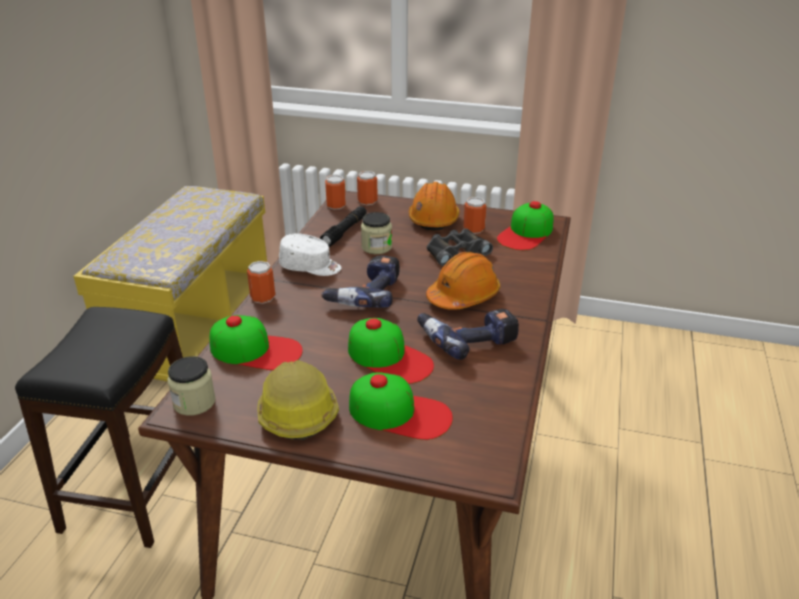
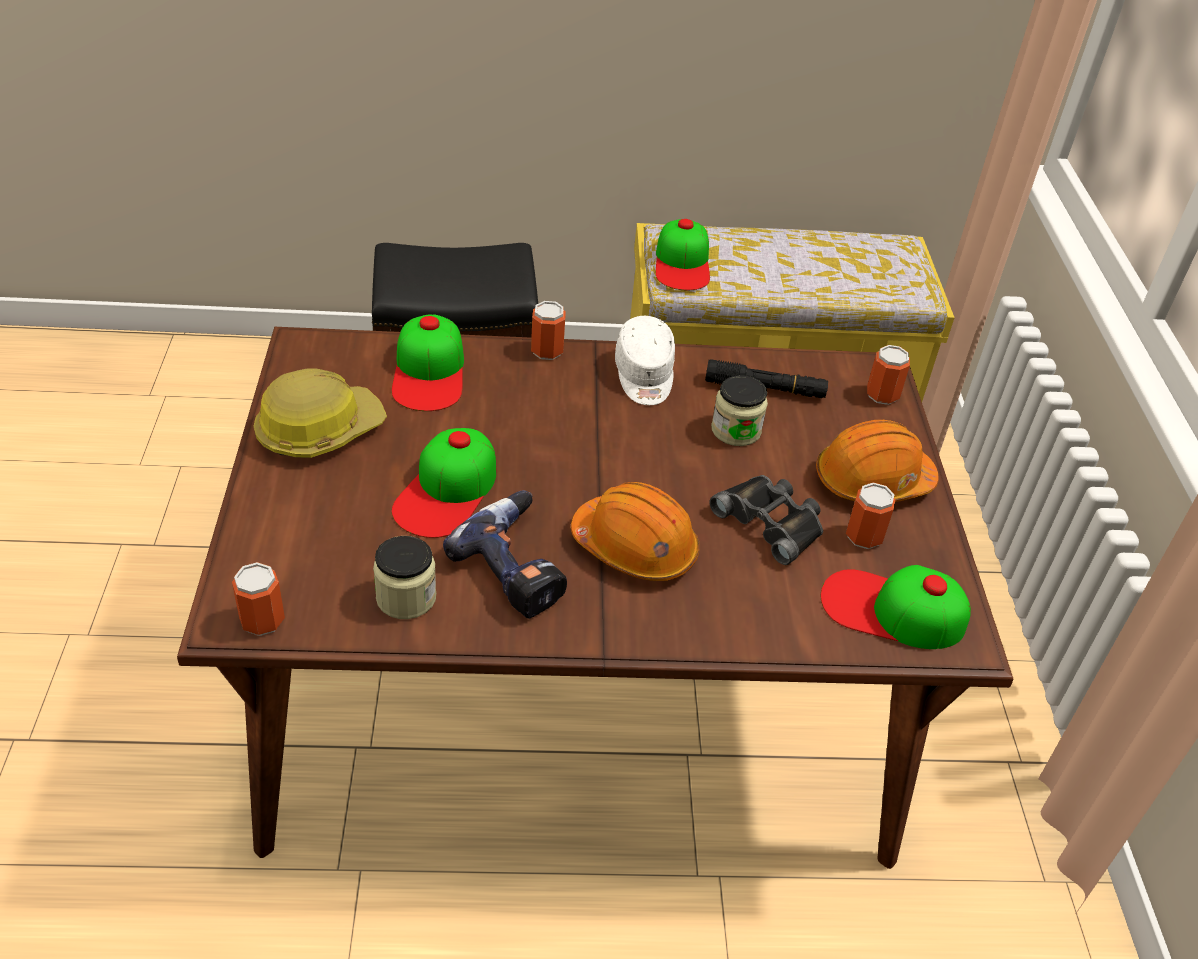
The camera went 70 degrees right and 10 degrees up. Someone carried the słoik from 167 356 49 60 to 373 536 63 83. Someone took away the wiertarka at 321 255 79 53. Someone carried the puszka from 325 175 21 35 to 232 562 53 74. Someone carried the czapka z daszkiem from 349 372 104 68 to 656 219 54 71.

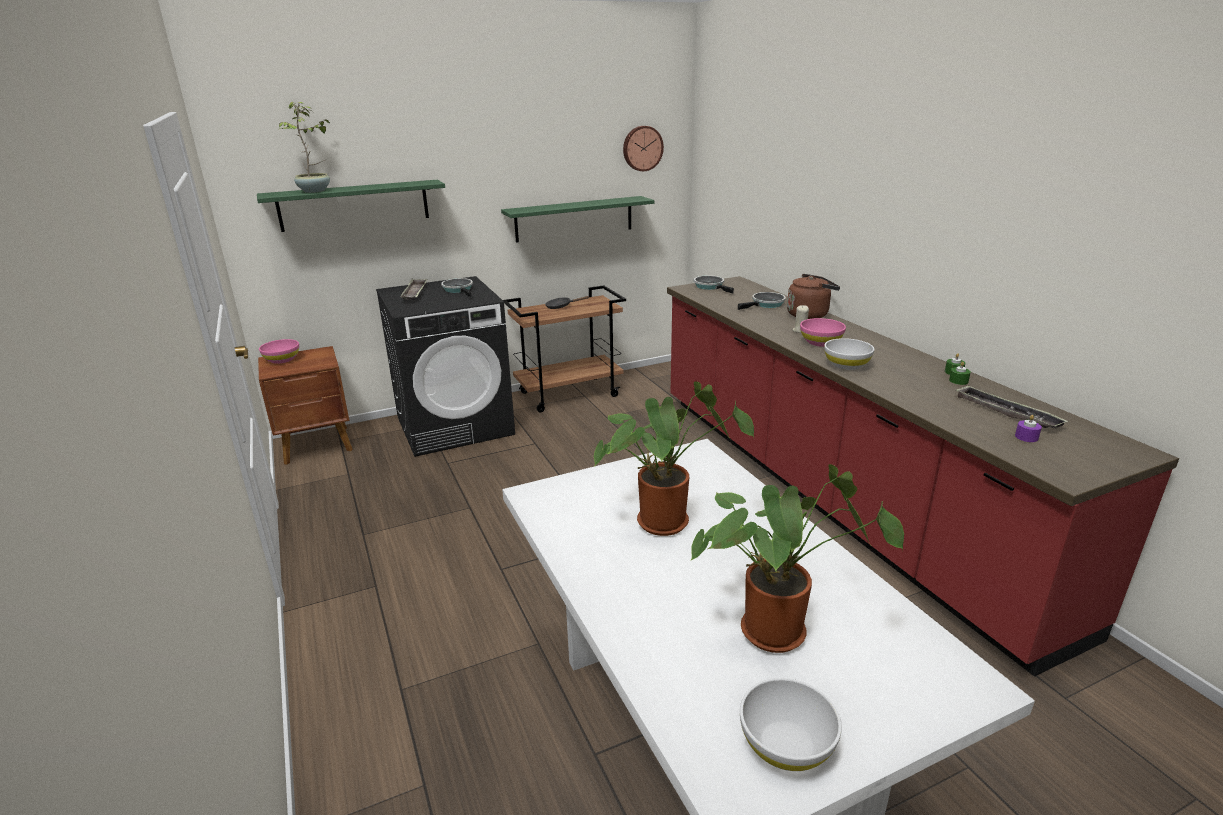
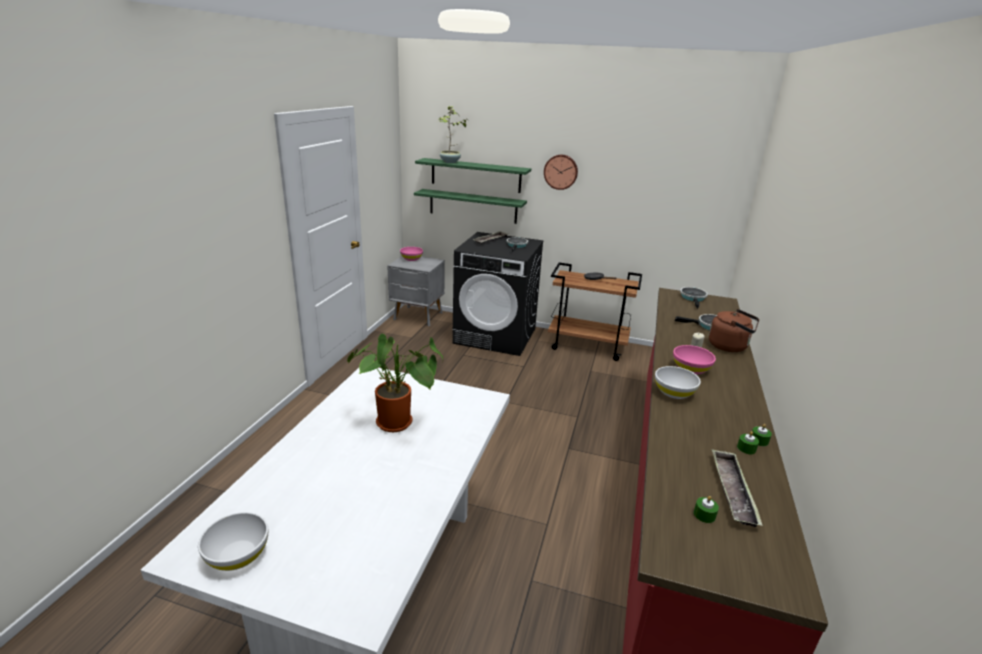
The camera went 40 degrees right and 0 degrees up. Someone repainted the szafka nocna/brązowy at 258 346 95 119, which became the szafka nocna/szary at 388 256 57 70. Someone carried the półka/zielony from 501 196 153 47 to 414 189 113 35. Someone carried the zegar ścienny from 623 126 41 45 to 544 155 34 35. Someone took away the roślina doniczkowa at 691 464 213 189. Someone repainted the świeca/fioletowy at 1015 415 27 27, which became the świeca/zielony at 694 496 25 27.

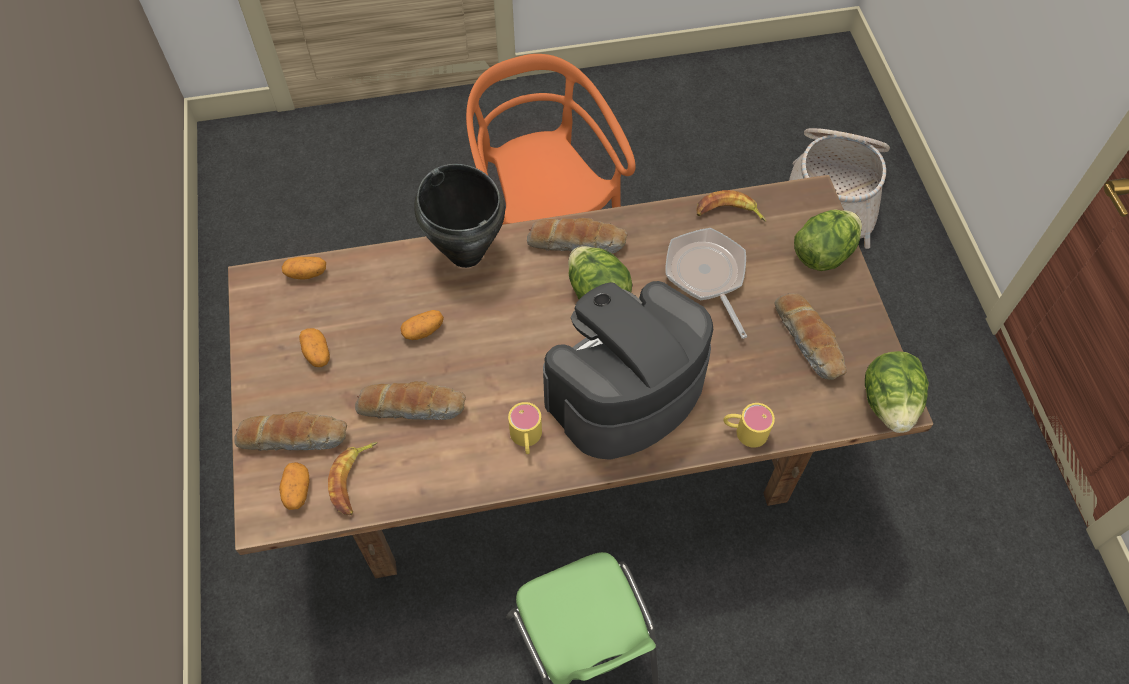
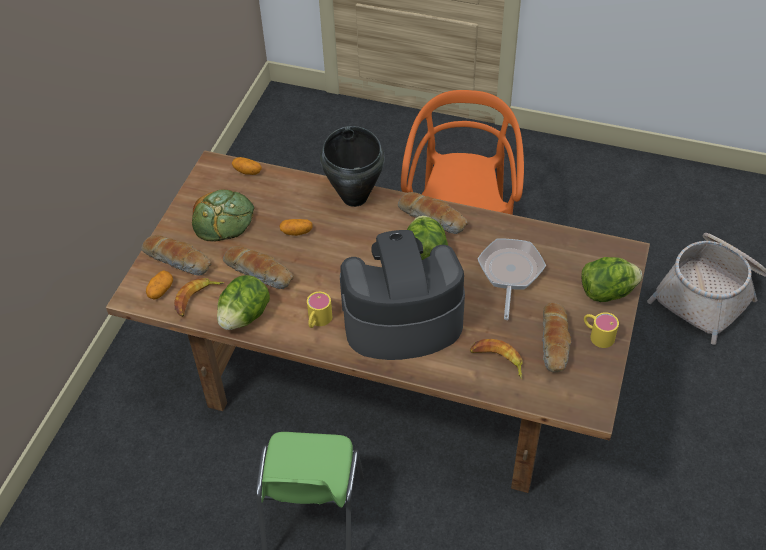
The camera went 30 degrees right and 10 degrees down. Someone swapped the ziemniak at 299 328 31 39 for the chleb at 192 190 62 52. Someone carried the banan from 697 190 69 32 to 470 339 53 40. Someone carried the kubek/żółty from 724 403 51 45 to 584 312 35 36. Someone carried the sałata from 865 351 64 82 to 217 275 53 55.

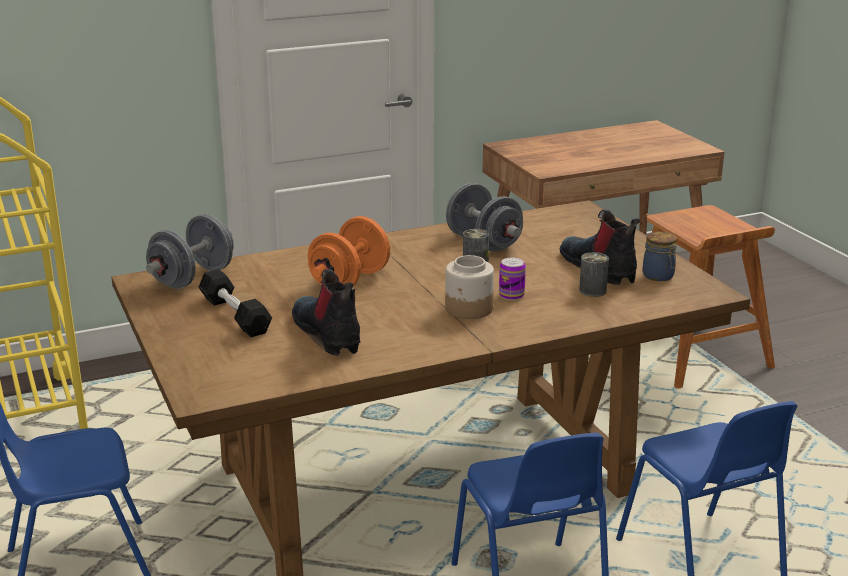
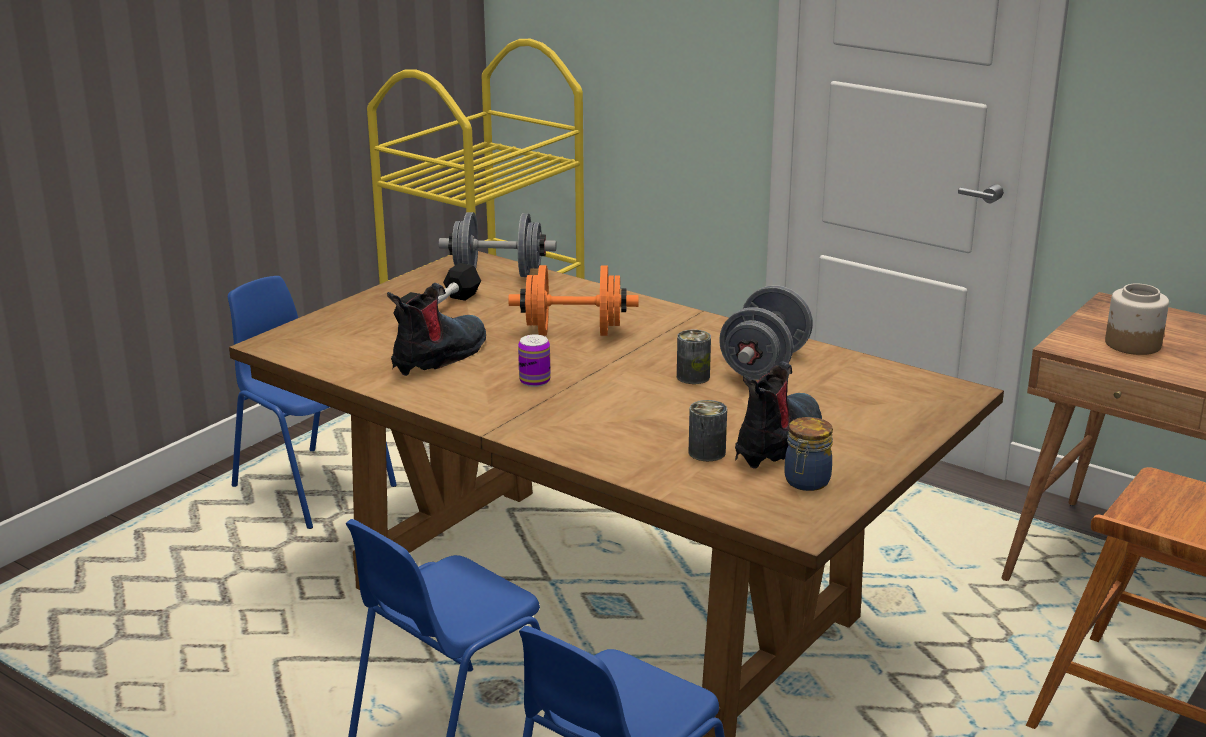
The camera went 60 degrees right and 0 degrees up. Someone carried the słoik from 445 255 49 64 to 1105 283 64 72. Someone carried the puszka from 499 258 27 42 to 518 335 33 52.

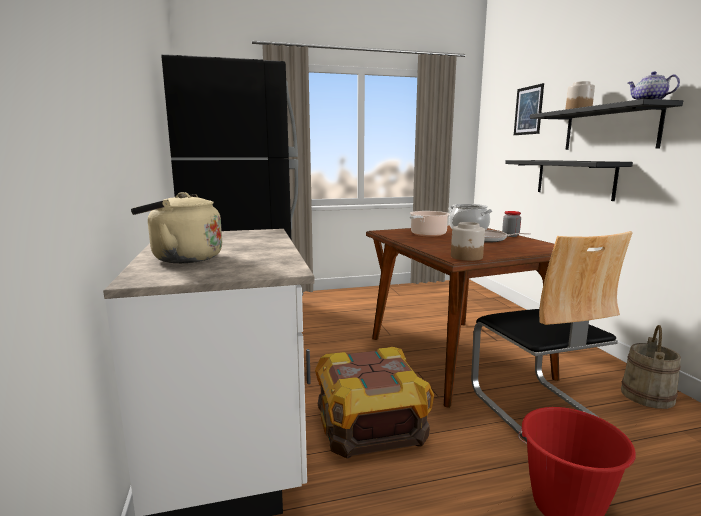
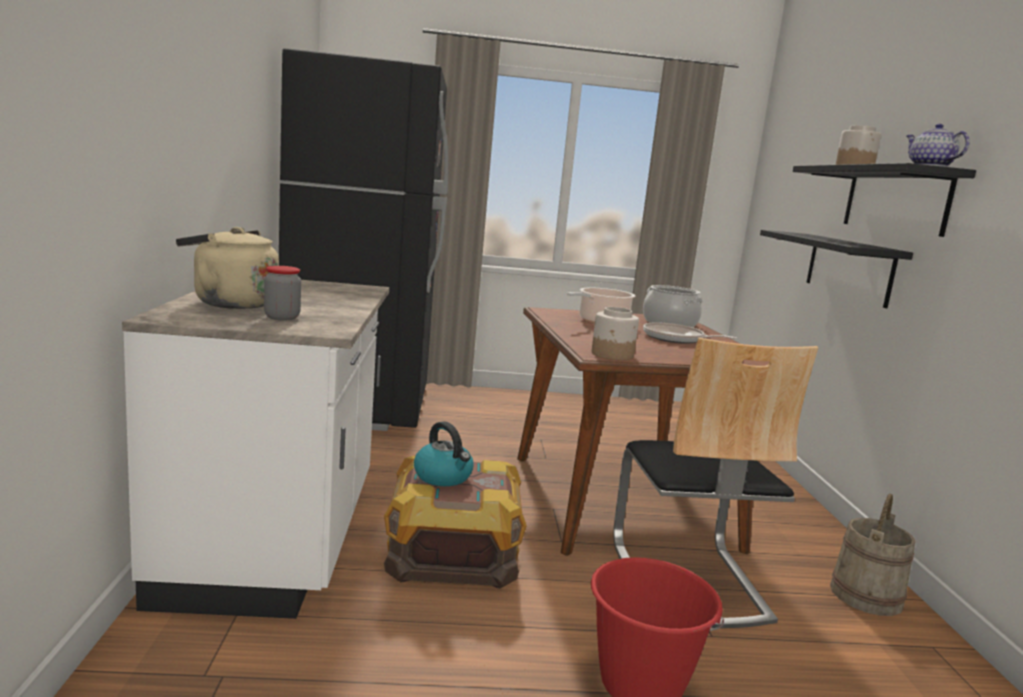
The camera went 10 degrees right and 0 degrees up. Someone carried the słoik from 502 211 19 26 to 264 266 37 54. Someone took away the obraz at 514 83 30 52. Someone put down the czajnik at 414 421 60 65.

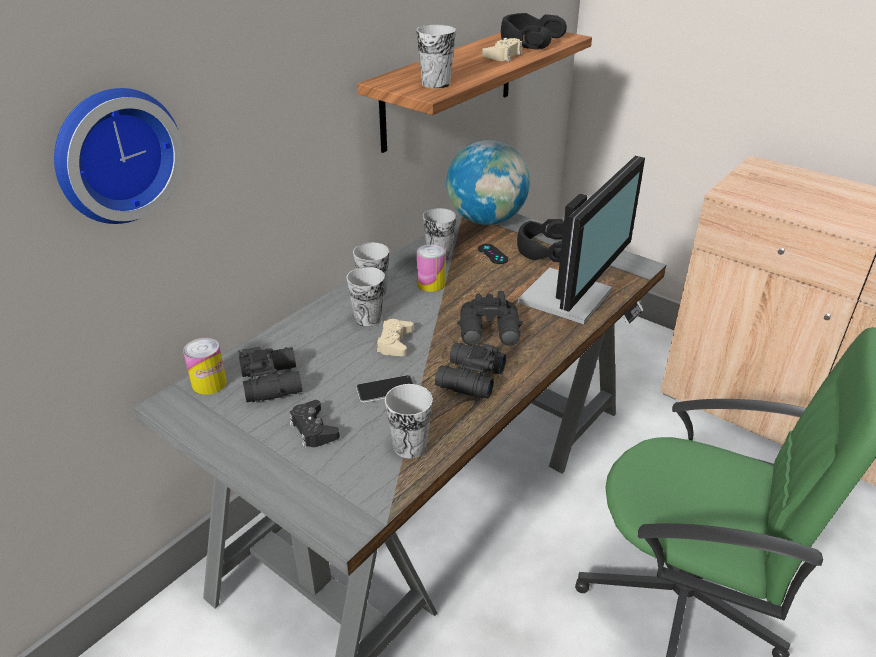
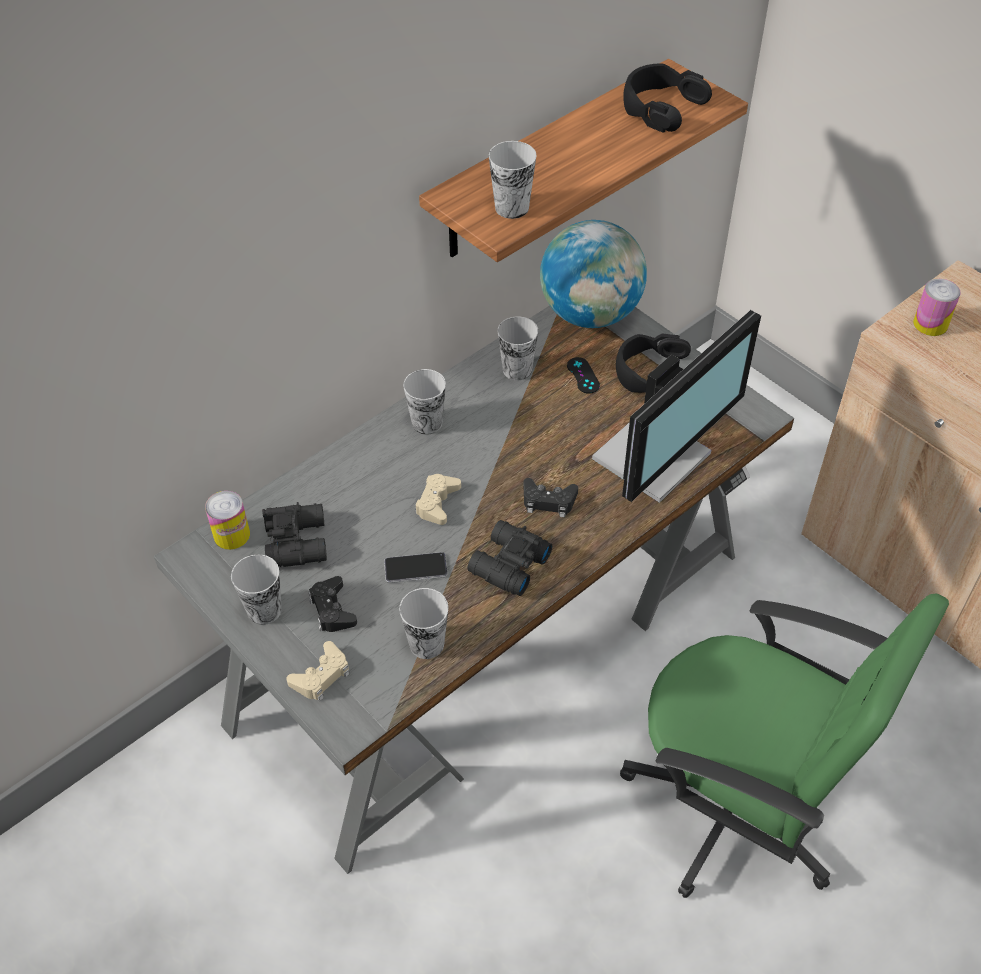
The camera went 10 degrees right and 15 degrees up. Someone took away the zegar ścienny at 54 88 129 136. Someone carried the filiżanka from 346 267 39 60 to 231 554 51 71. Someone carried the puszka from 417 245 28 47 to 913 279 48 57. Someone swapped the lornetka/czarny at 457 291 66 55 for the pad do gier/czarny at 523 478 55 39. Someone carried the pad do gier/beżowy from 482 38 40 24 to 286 641 64 60.

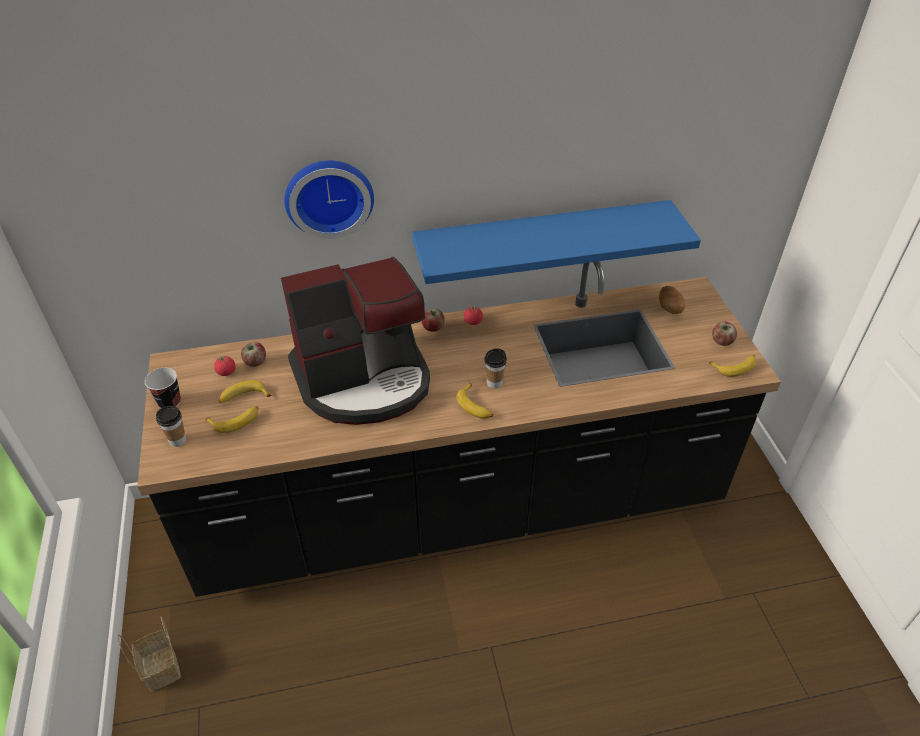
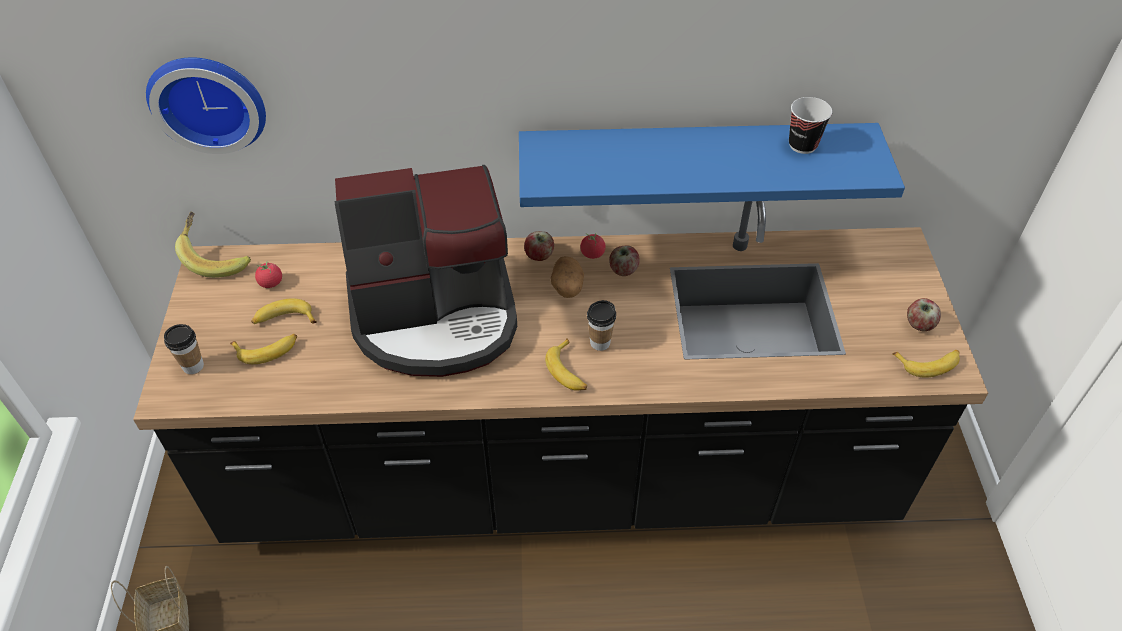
The camera went 10 degrees right and 5 degrees up. Someone carried the filiżanka from 145 368 36 40 to 789 97 43 57. Someone carried the jabłko from 241 342 25 25 to 609 246 31 30. Someone carried the zegar ścienny from 284 161 90 78 to 146 57 120 97. Someone carried the ziemniak from 659 286 26 28 to 551 256 33 42. Someone put down the banan at 175 212 76 66.

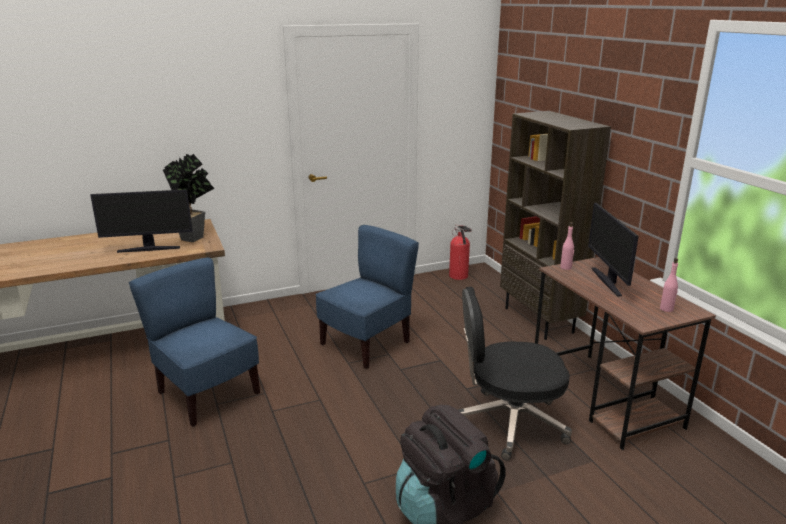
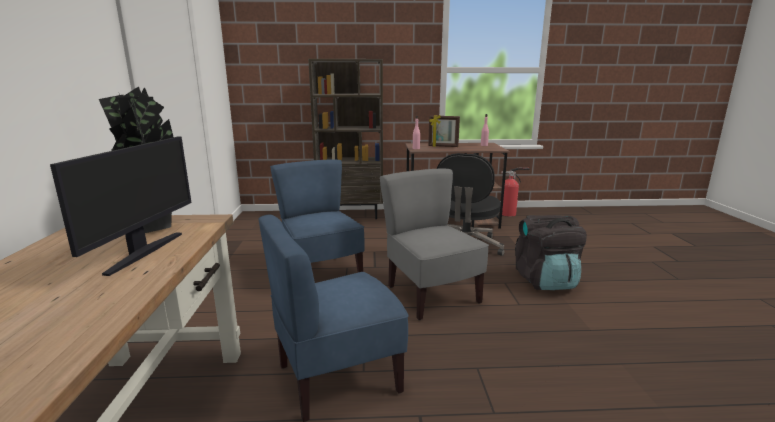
The camera went 70 degrees left and 5 degrees down. Someone carried the gaśnica from 449 224 23 56 to 501 167 28 50. Someone swapped the monitor at 588 203 51 93 for the ramka na zdjęcie at 428 115 32 32. Someone put down the krzesło/szary at 380 169 109 151.

